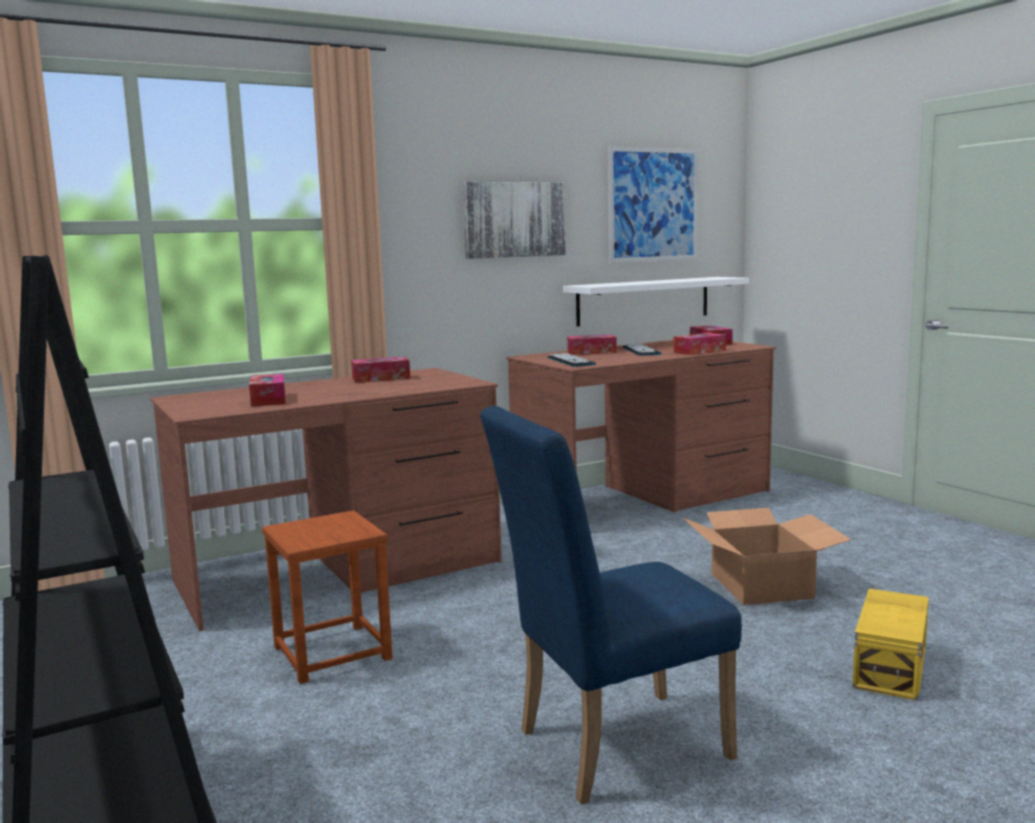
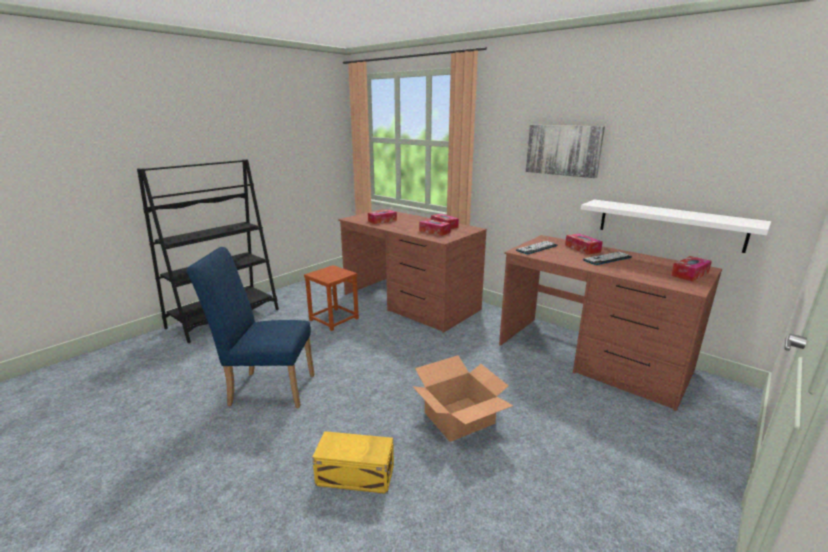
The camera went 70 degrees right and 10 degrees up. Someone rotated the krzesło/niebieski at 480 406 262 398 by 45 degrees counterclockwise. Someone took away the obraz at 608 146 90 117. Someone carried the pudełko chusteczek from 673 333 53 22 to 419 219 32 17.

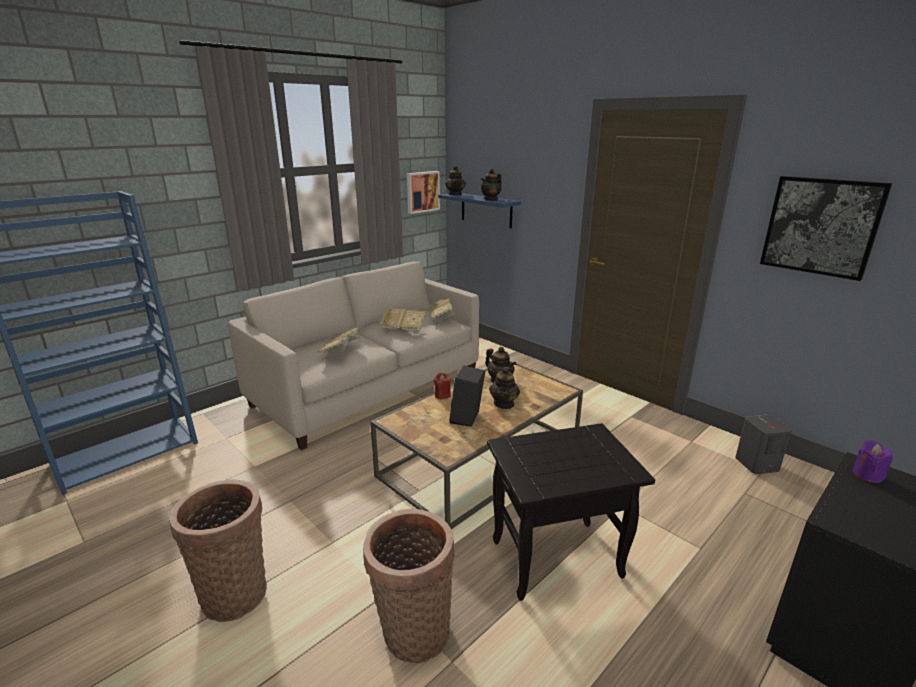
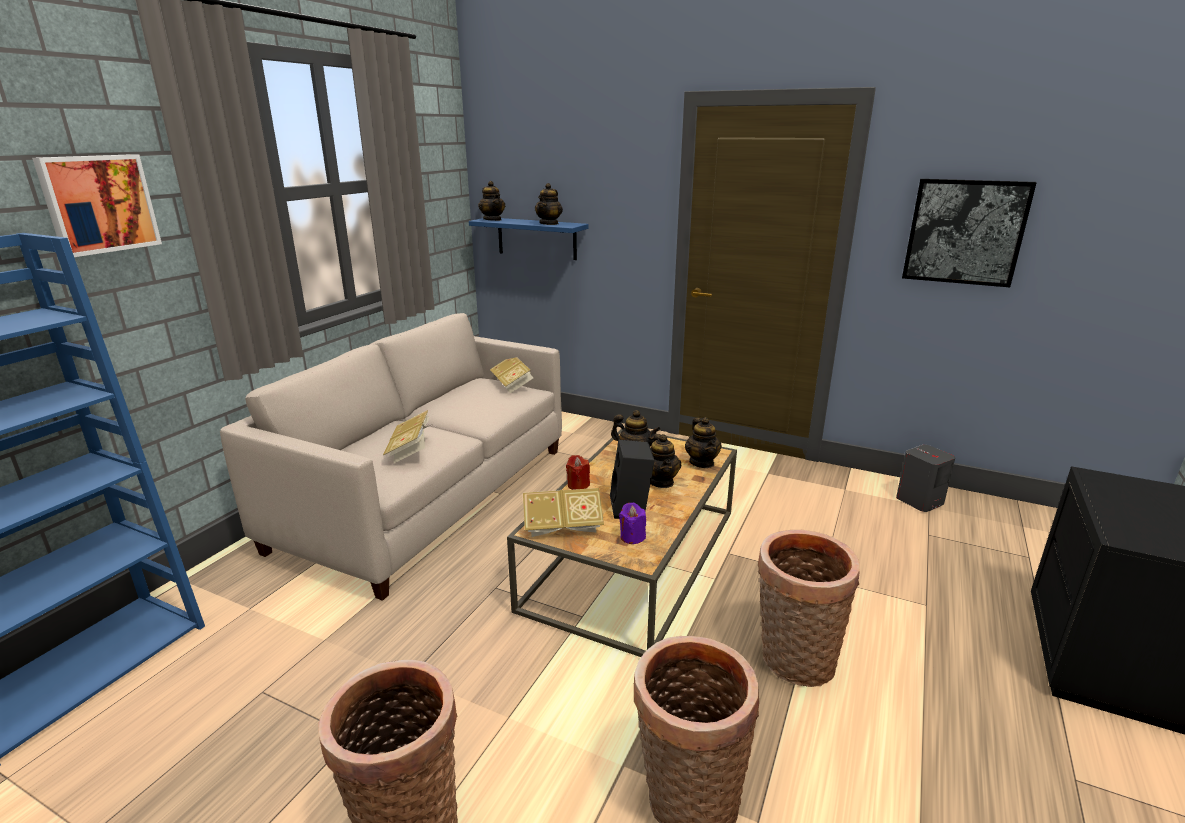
The camera went 20 degrees left and 0 degrees up. Someone carried the książka from 380 308 46 26 to 523 488 81 49. Someone carried the obraz from 407 171 33 43 to 32 154 130 103. Someone swapped the stolik/czarny at 487 423 168 178 for the koszyk at 758 530 101 157. Someone carried the świeca/fioletowy from 853 440 40 43 to 619 503 27 41. Someone put down the imbryk at 685 417 37 51.

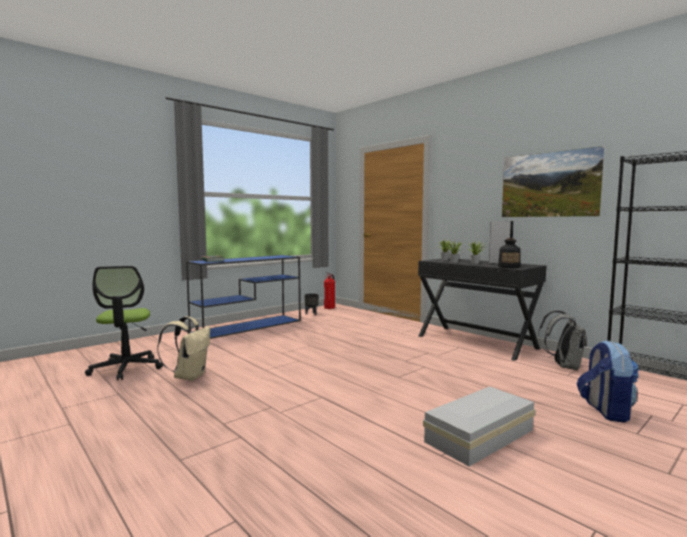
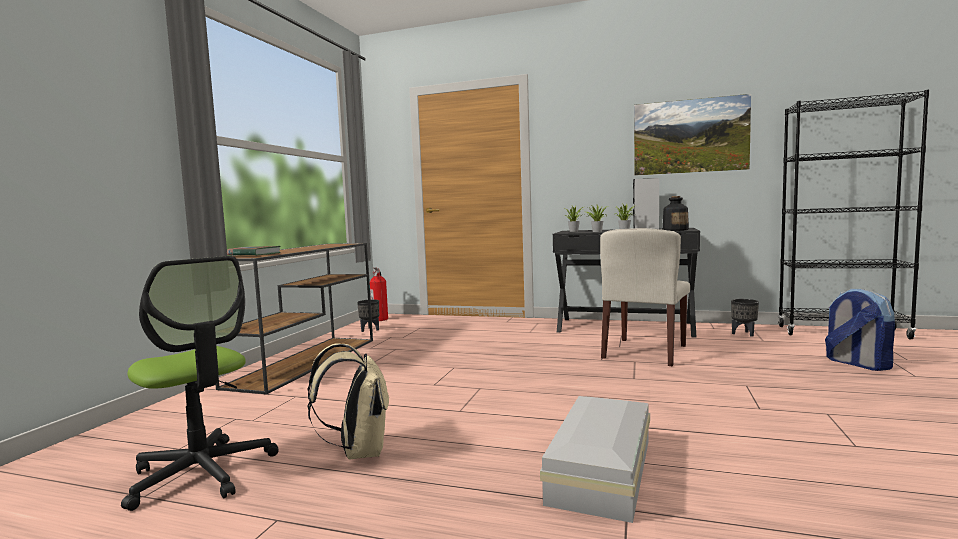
The camera went 30 degrees left and 0 degrees up. Someone repainted the stolik konsolowy/niebieski at 186 255 115 84, which became the stolik konsolowy/brązowy at 216 243 157 151. Someone carried the pojemnik do przechowywania/biały from 423 386 112 80 to 540 396 110 127. Someone swapped the plecak/szary at 538 310 49 60 for the donica/czarny at 731 299 28 38. Someone put down the krzesło/beżowy at 600 228 90 138.

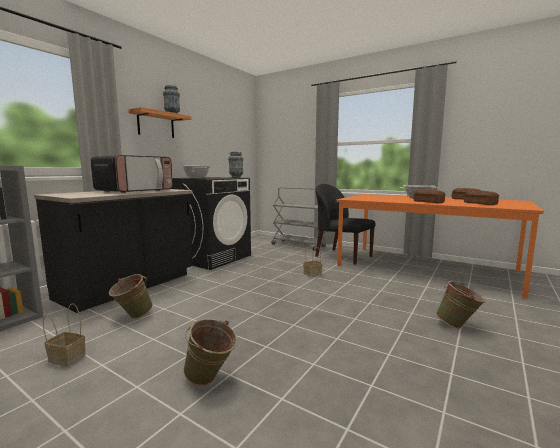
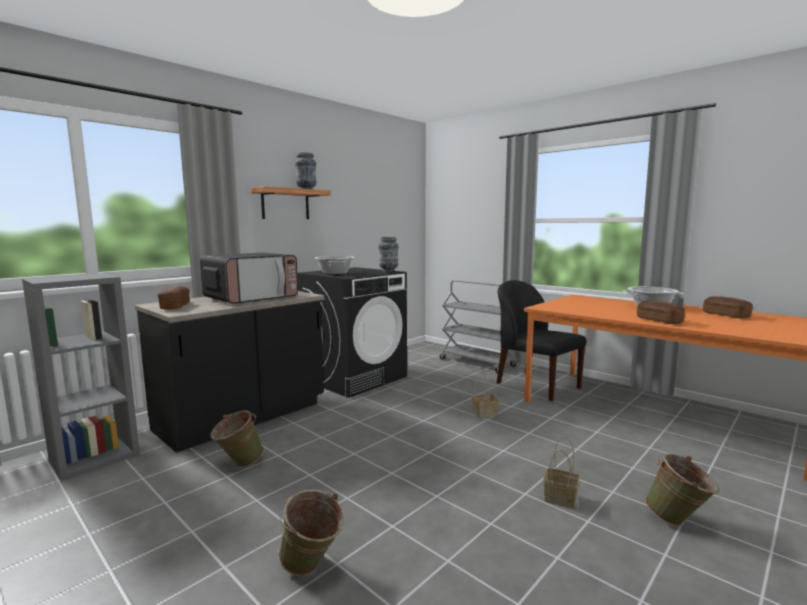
The camera went 10 degrees right and 0 degrees up. Someone carried the koszyk from 43 303 43 63 to 543 437 37 72. Someone carried the chleb from 464 191 35 14 to 157 286 33 23.

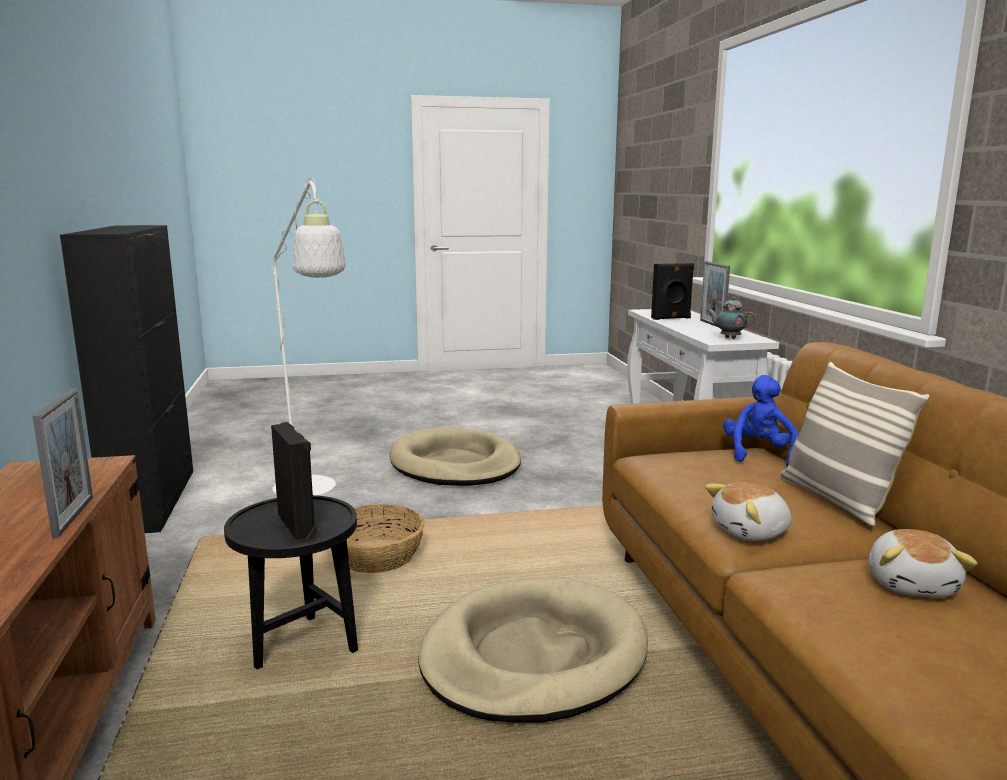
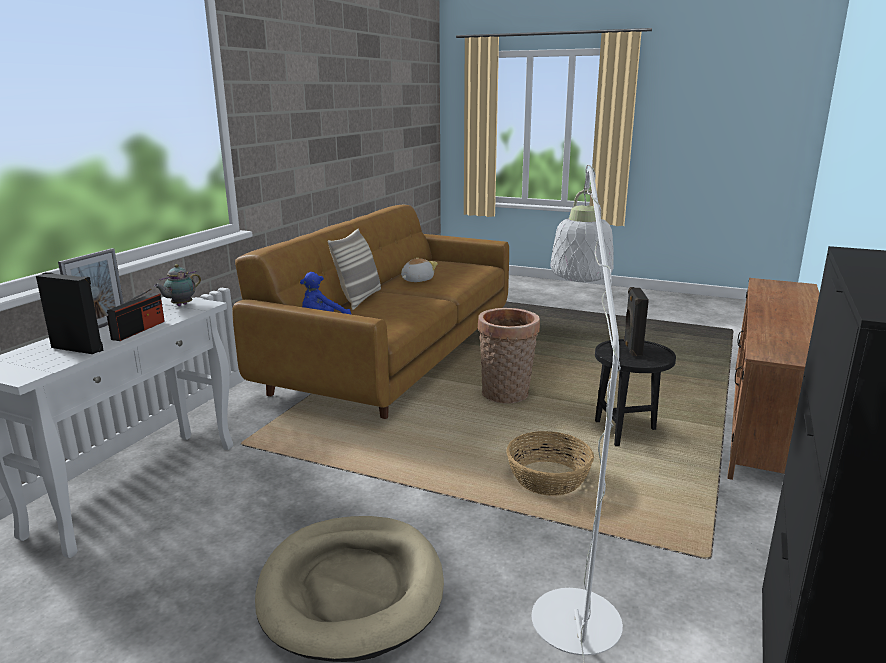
The camera went 145 degrees left and 5 degrees up. Someone took away the ramka na zdjęcie at 32 388 61 150. Someone swapped the legowisko/beżowy at 418 577 230 146 for the koszyk at 477 308 63 95. Someone took away the pluszak at 705 482 87 59. Someone rotated the imbryk at 707 297 49 42 by 60 degrees clockwise. Someone put down the radio at 107 289 58 52.

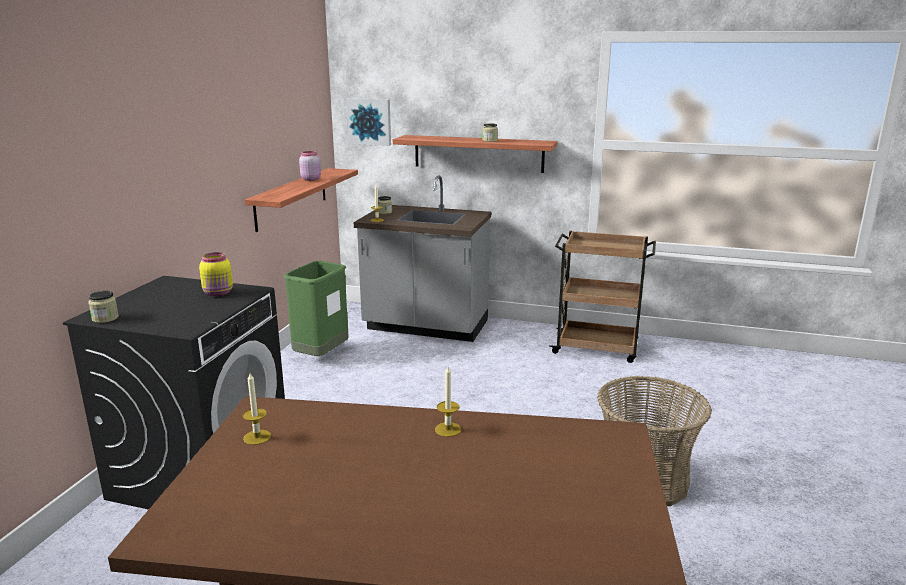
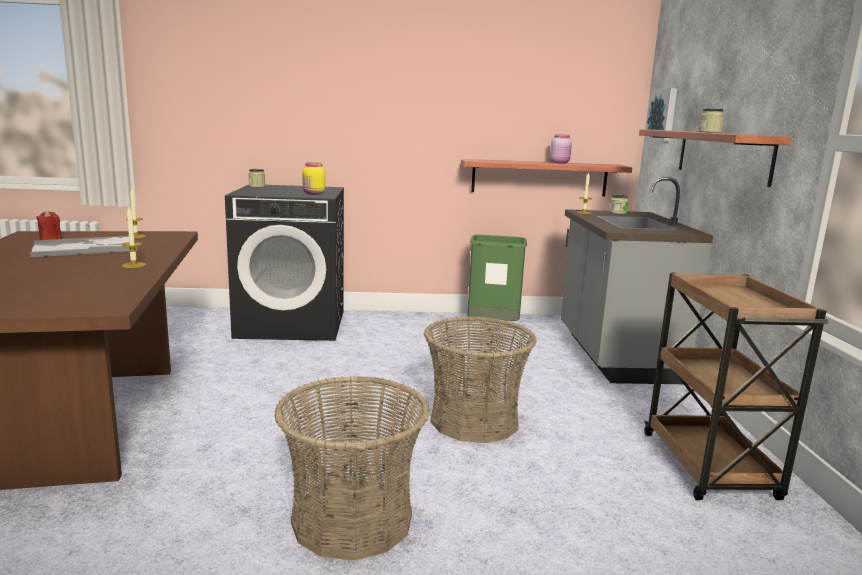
The camera went 70 degrees right and 5 degrees down. Someone put down the taca at 30 236 107 21. Someone put down the świeca/czerwony at 36 211 26 29. Someone put down the koszyk at 424 316 113 127.

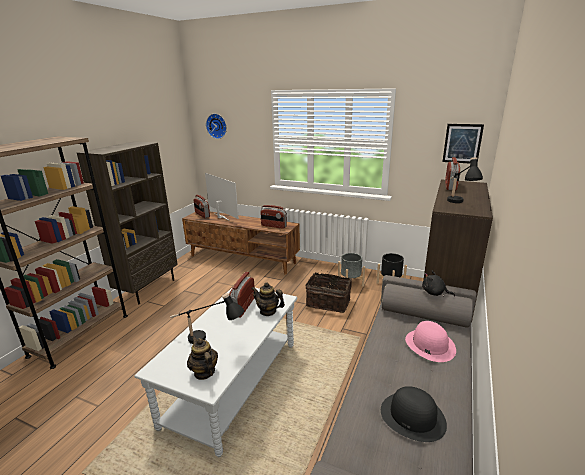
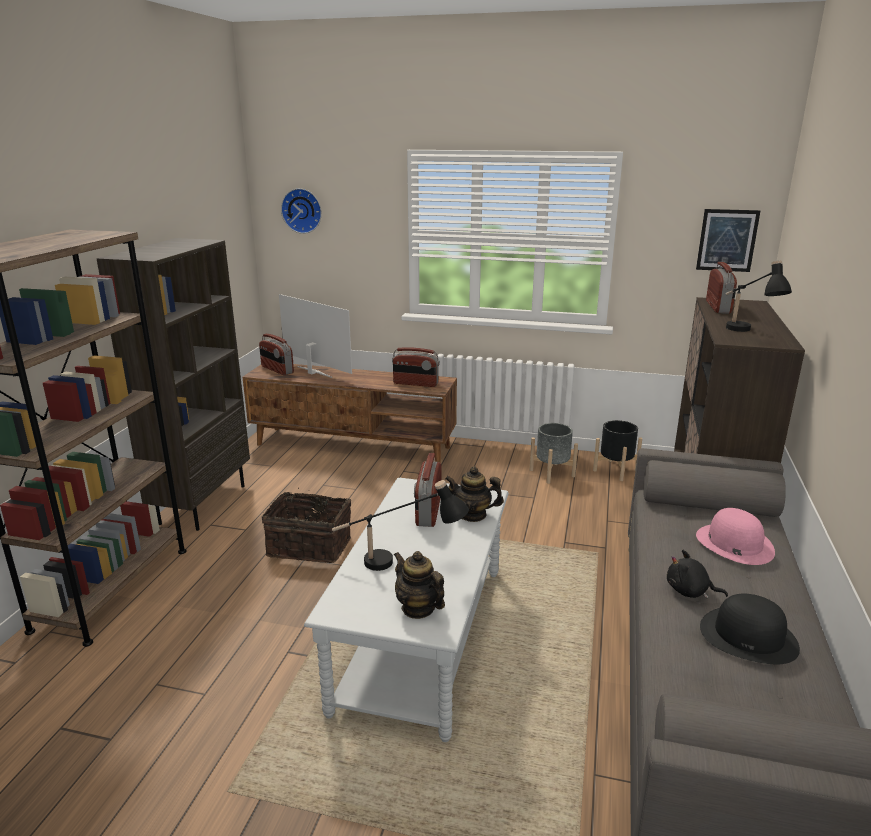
The camera went 10 degrees left and 0 degrees up. Someone carried the koszyk from 305 273 47 40 to 262 488 89 75. Someone carried the pluszak/czarny from 422 271 33 26 to 667 550 61 49.

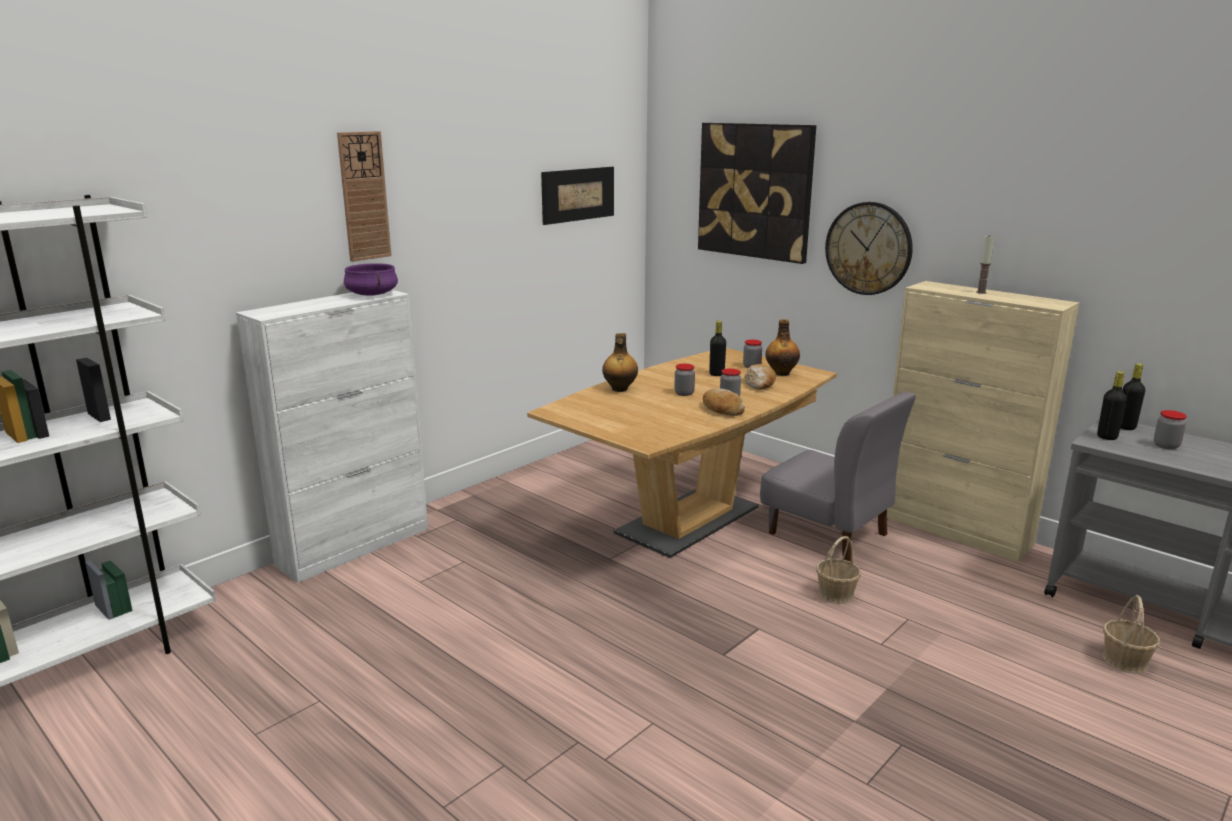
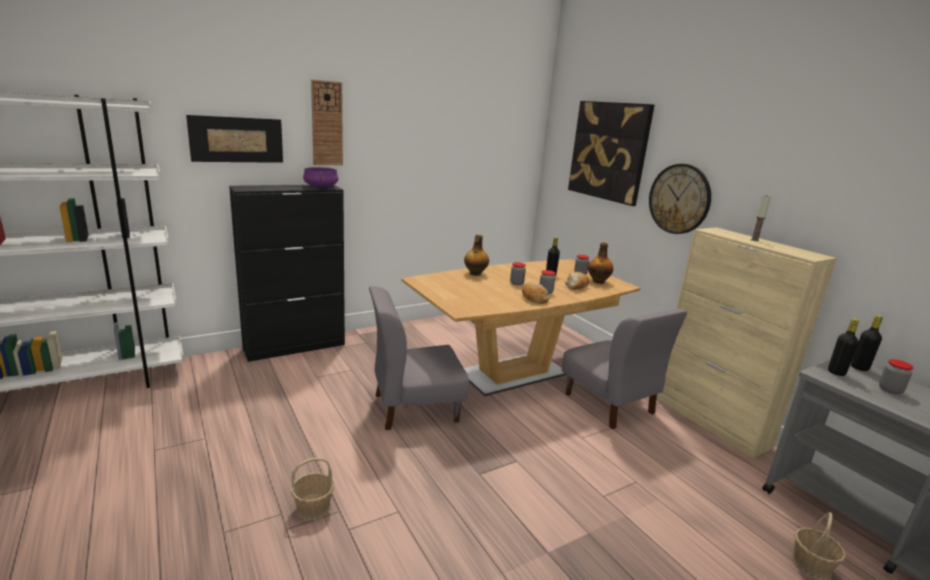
The camera went 15 degrees right and 0 degrees up. Someone repainted the szafka/biały at 236 290 192 293, which became the szafka/czarny at 229 185 116 177. Someone carried the obraz from 541 167 73 58 to 186 115 97 48. Someone carried the koszyk from 816 536 45 68 to 291 457 43 64. Someone put down the krzesło/szary at 369 286 100 144.

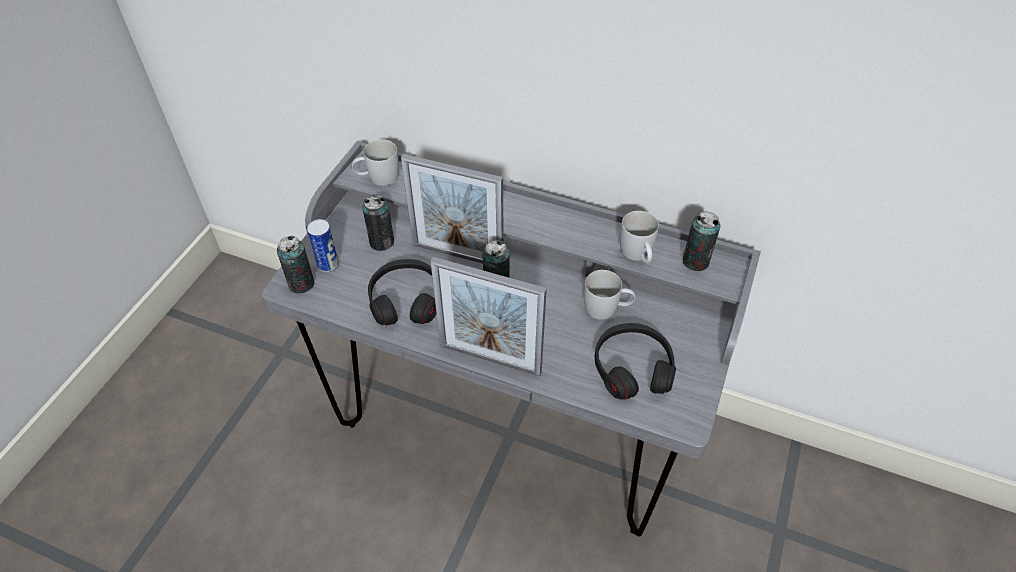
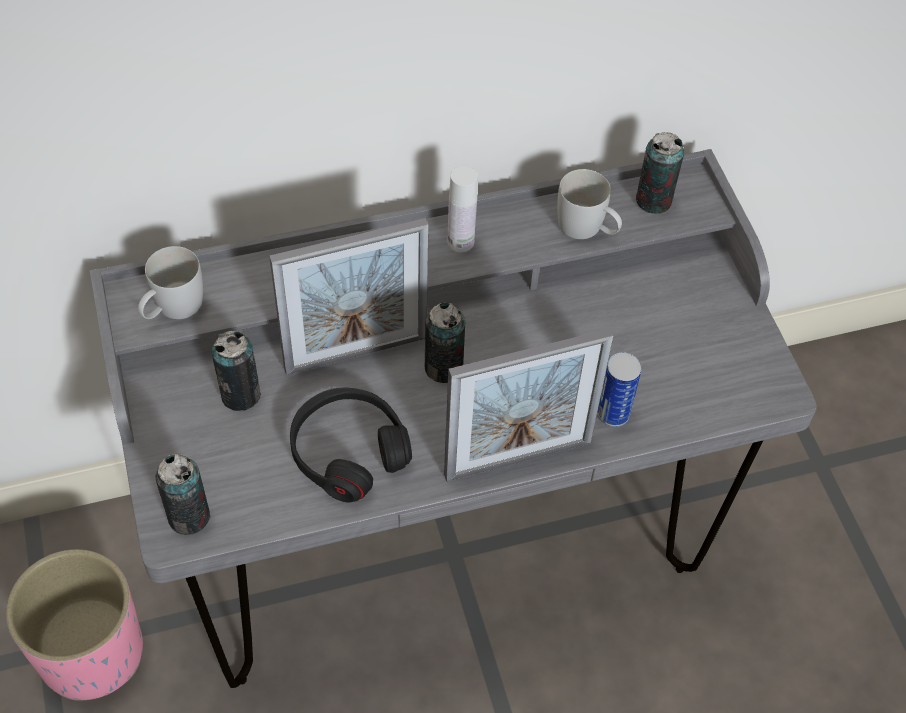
The camera went 40 degrees left and 5 degrees up. Someone carried the puszka from 307 219 32 54 to 598 352 44 75. Someone took away the kubek/biały at 584 270 51 50. Someone took away the słuchawki/czarny at 595 323 81 77. Someone put down the donica/różowy at 6 549 137 152. Someone put down the butelka/biały at 447 166 31 87.

